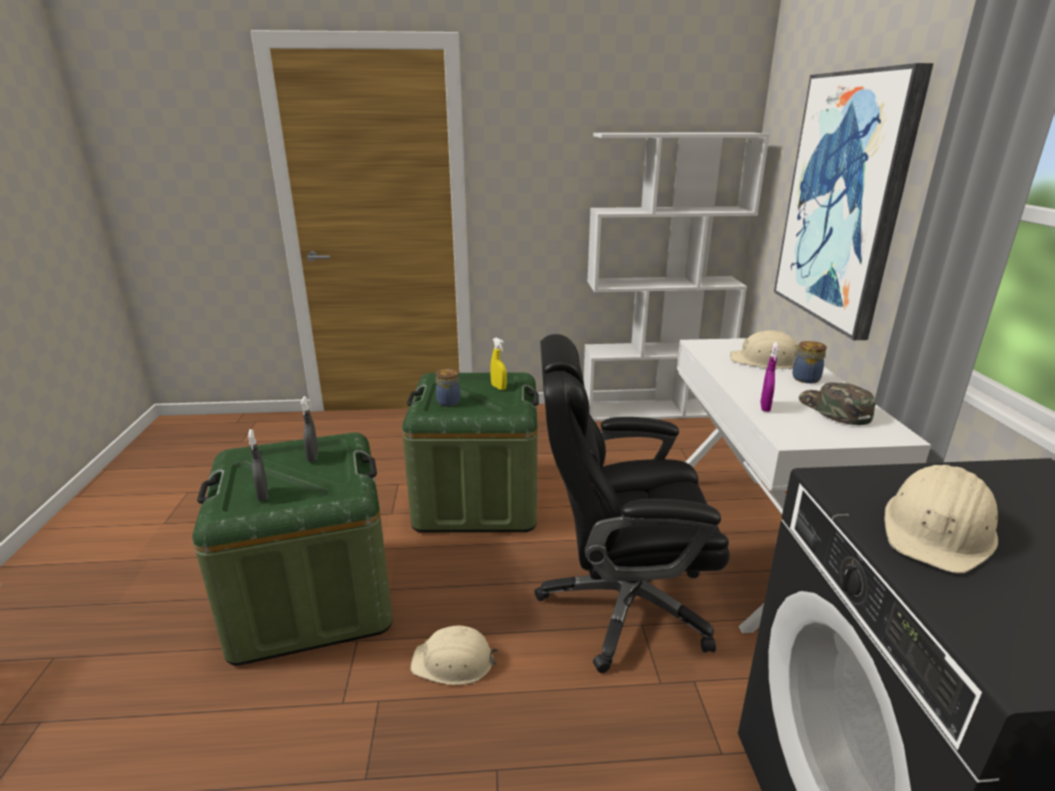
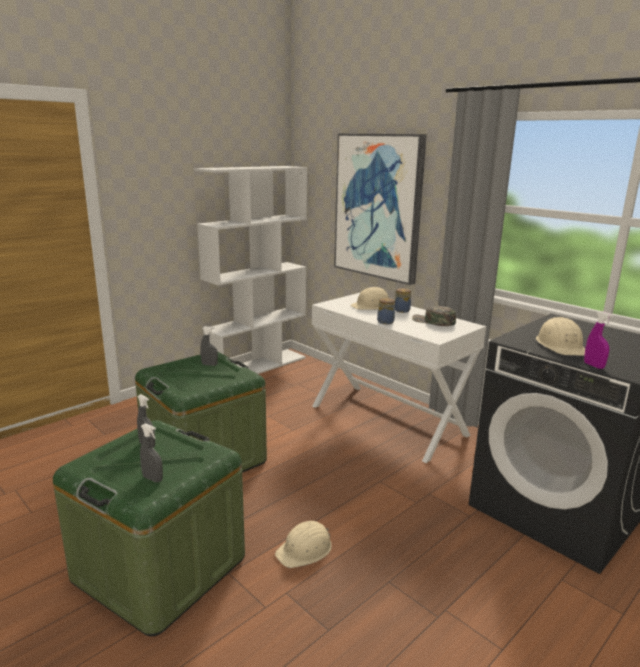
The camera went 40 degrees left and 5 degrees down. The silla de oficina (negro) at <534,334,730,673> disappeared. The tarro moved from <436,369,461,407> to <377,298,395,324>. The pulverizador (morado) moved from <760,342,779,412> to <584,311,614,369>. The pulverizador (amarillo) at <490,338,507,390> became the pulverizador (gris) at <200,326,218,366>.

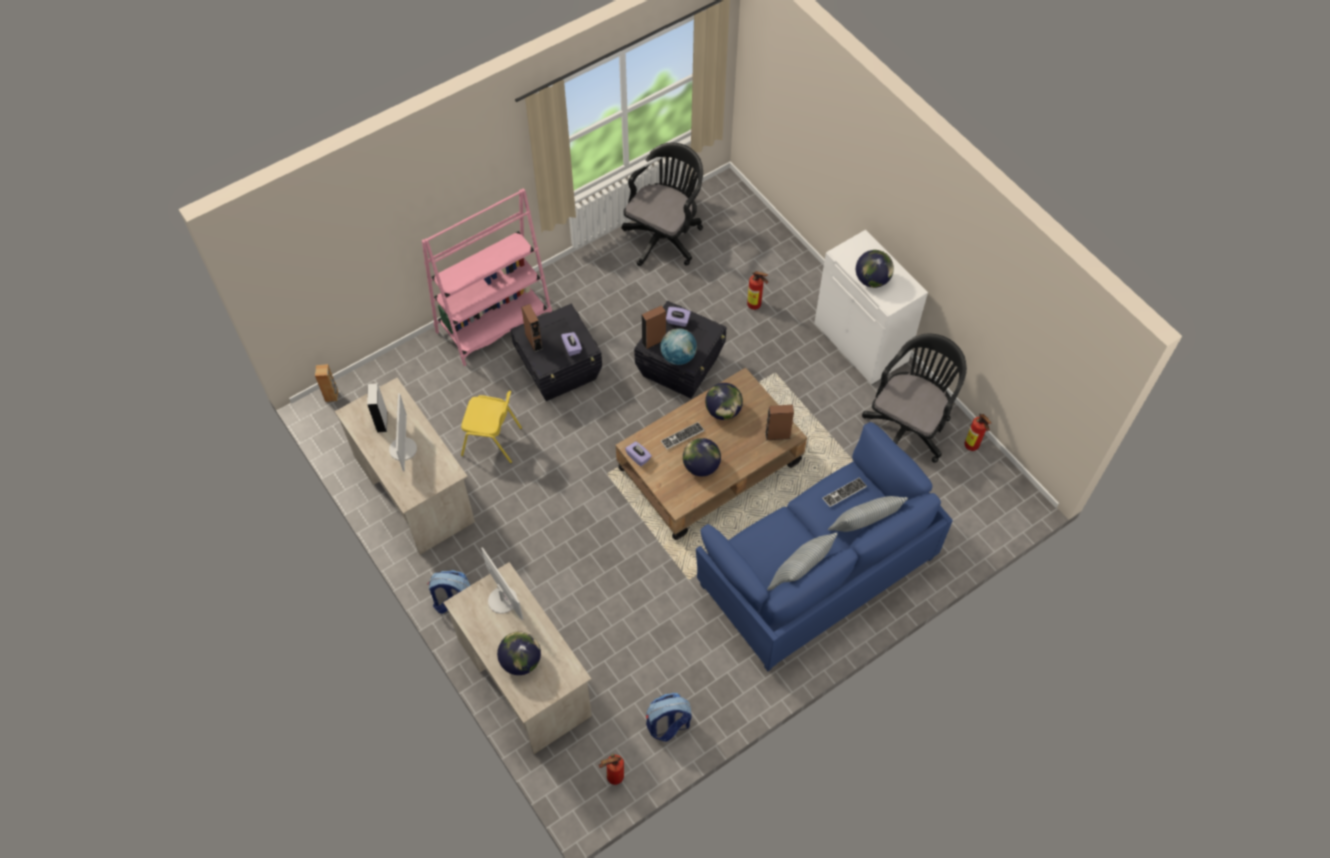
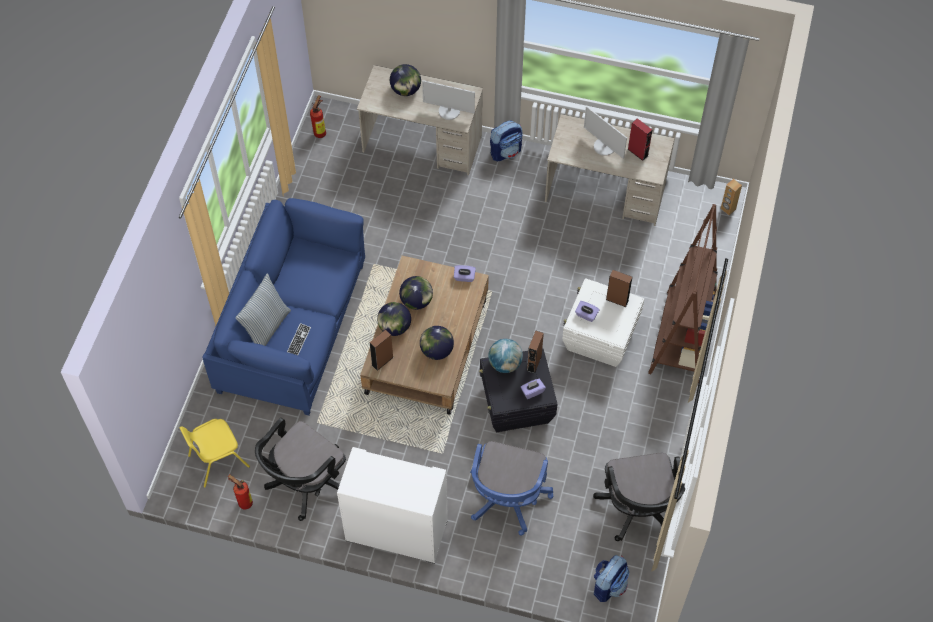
The camera went 140 degrees right and 0 degrees up. The teclado at <661,422,705,449> disappeared. The cojín at <767,533,838,591> disappeared. The silla (amarillo) moved from <461,391,522,463> to <179,419,250,488>. The mochila moved from <646,693,692,741> to <594,555,629,602>. The globo terráqueo moved from <856,250,894,288> to <377,302,411,336>. The extintor at <747,271,768,310> was replaced by the silla de oficina (azul) at <470,441,553,536>. The altavoz (gris) at <367,383,387,433> became the altavoz (rojo) at <628,118,652,161>. The estantería (rosa) at <422,188,552,366> became the estantería (marrón) at <648,204,718,383>. The caja de almacenaje (negro) at <510,304,602,401> became the caja de almacenaje (blanco) at <562,278,645,367>. The silla de oficina (negro) at <862,334,967,463> turned 45 degrees clockwise.

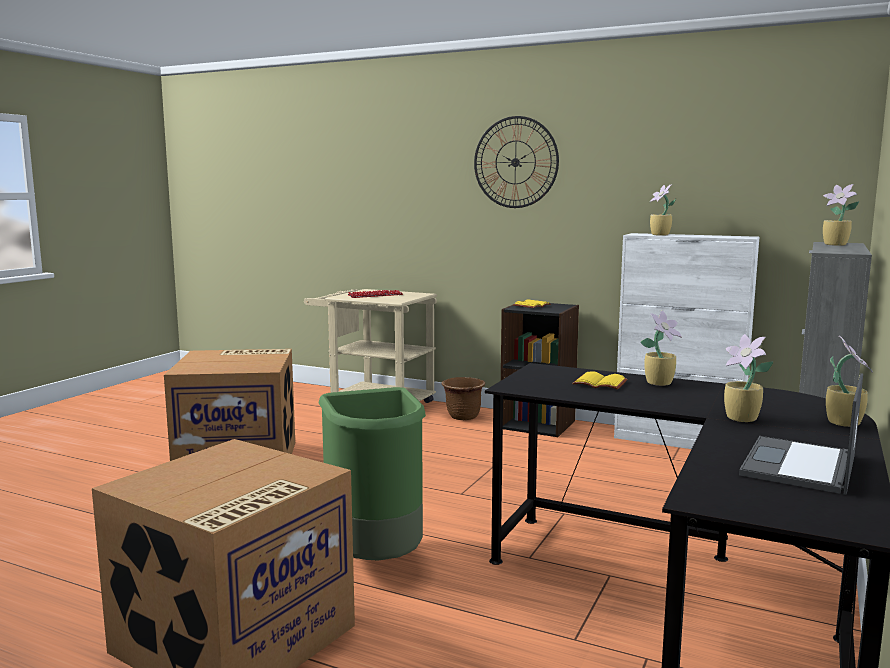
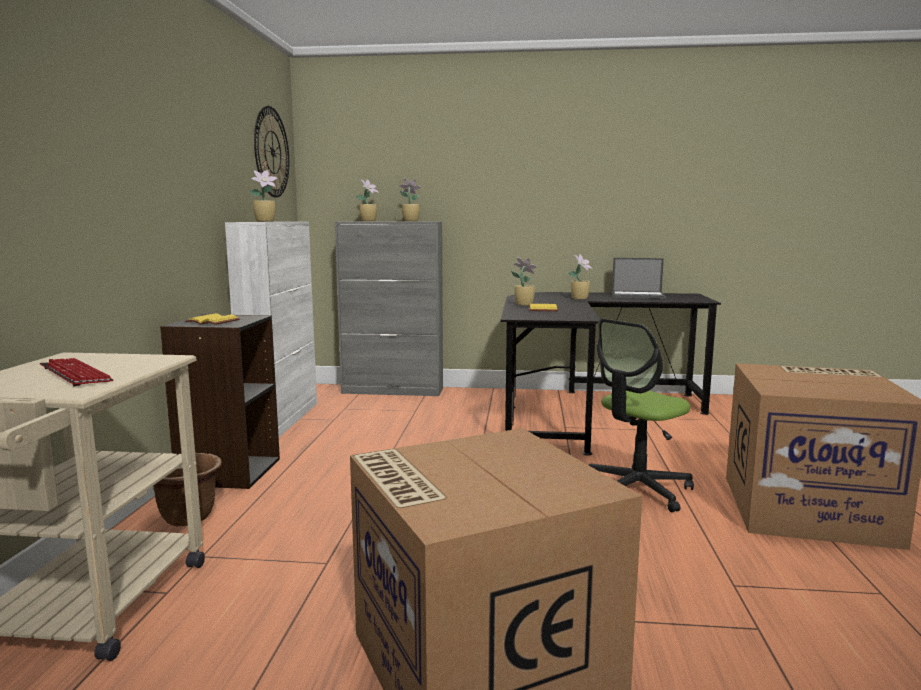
The camera went 110 degrees left and 0 degrees up. The reloj de pared moved from <474,116,559,208> to <254,106,289,198>. The planta en maceta moved from <826,336,873,427> to <399,179,421,221>. The papelera (verde) at <319,387,426,561> was replaced by the silla de oficina at <589,319,694,512>.

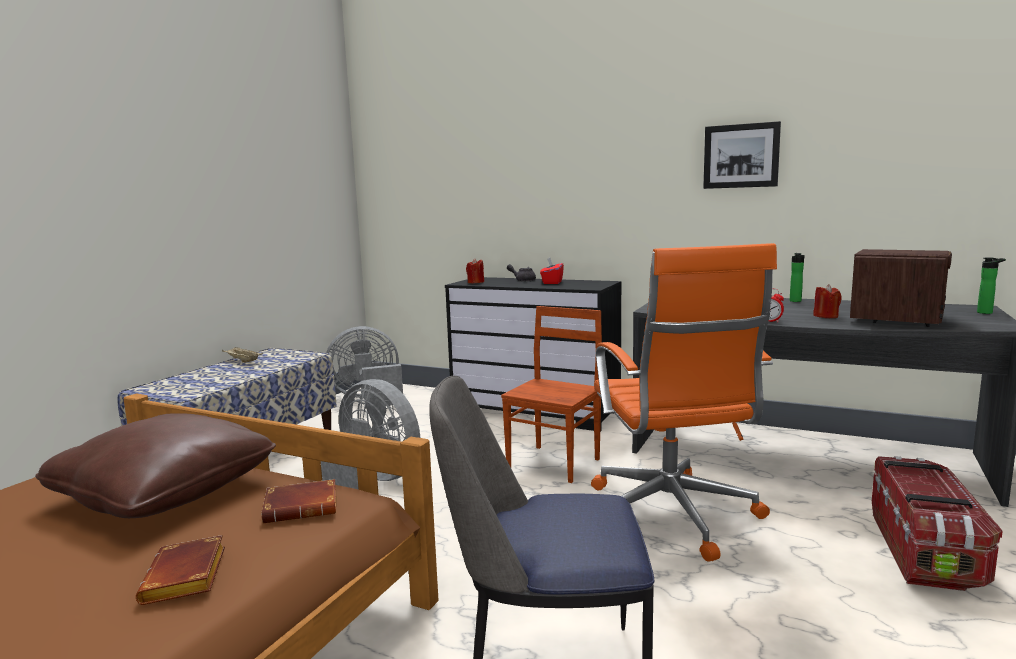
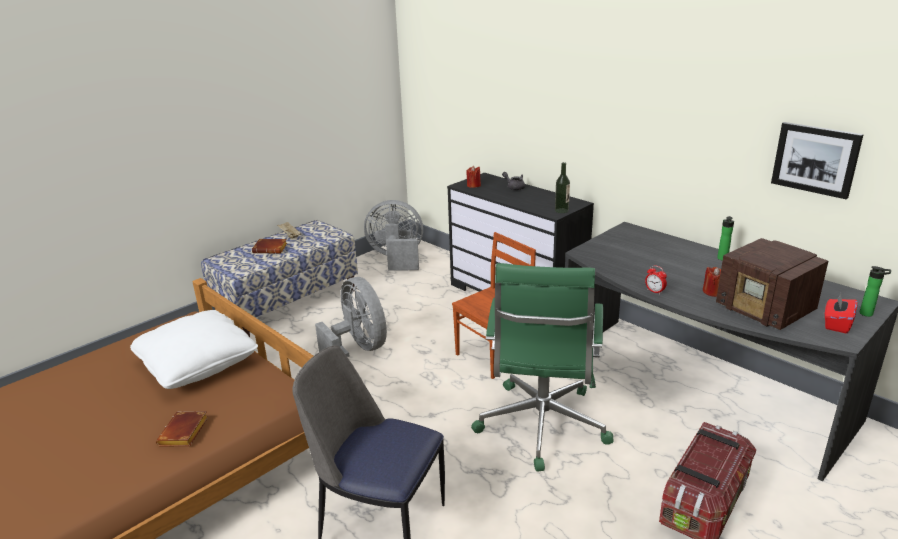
The camera went 20 degrees right and 15 degrees up. The botella at <555,162,570,213> appeared. The libro (marrón) moved from <262,479,336,523> to <252,239,287,254>. The caja de pañuelos (rojo) moved from <540,258,564,284> to <825,293,857,333>. The cuadro moved from <703,121,781,189> to <771,122,864,199>. The cojín (marrón) at <35,413,276,518> became the cojín (blanco) at <130,310,258,389>. The silla de oficina (naranja) at <591,243,777,562> became the silla de oficina (verde) at <471,263,613,472>. The radio at <850,249,952,327> turned 90 degrees clockwise.

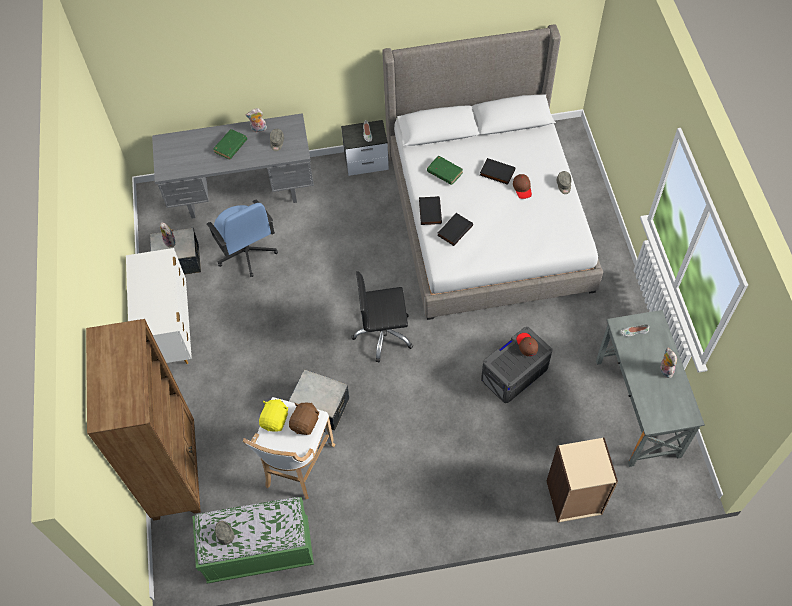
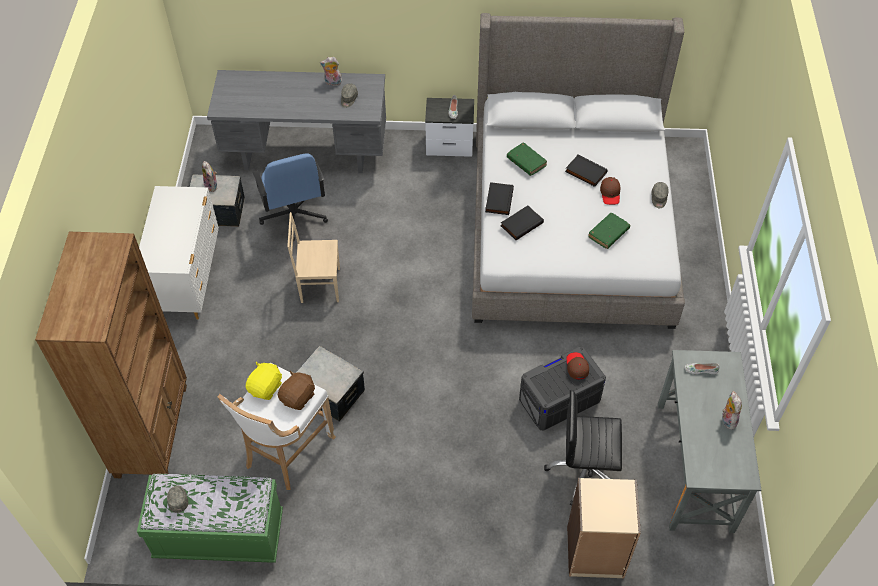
The camera went 10 degrees right and 5 degrees down. The silla (beis) at <287,212,340,303> appeared. The libro (verde) moved from <213,129,247,159> to <588,213,631,249>. The silla de oficina (negro) moved from <351,271,413,362> to <544,390,622,505>.

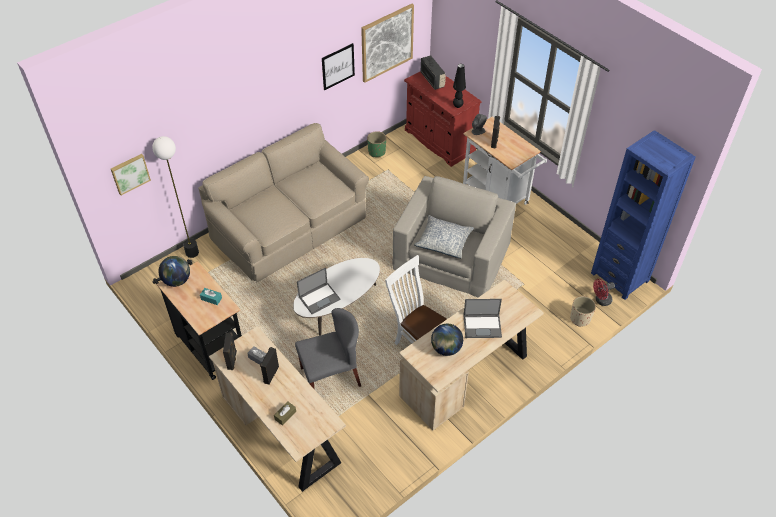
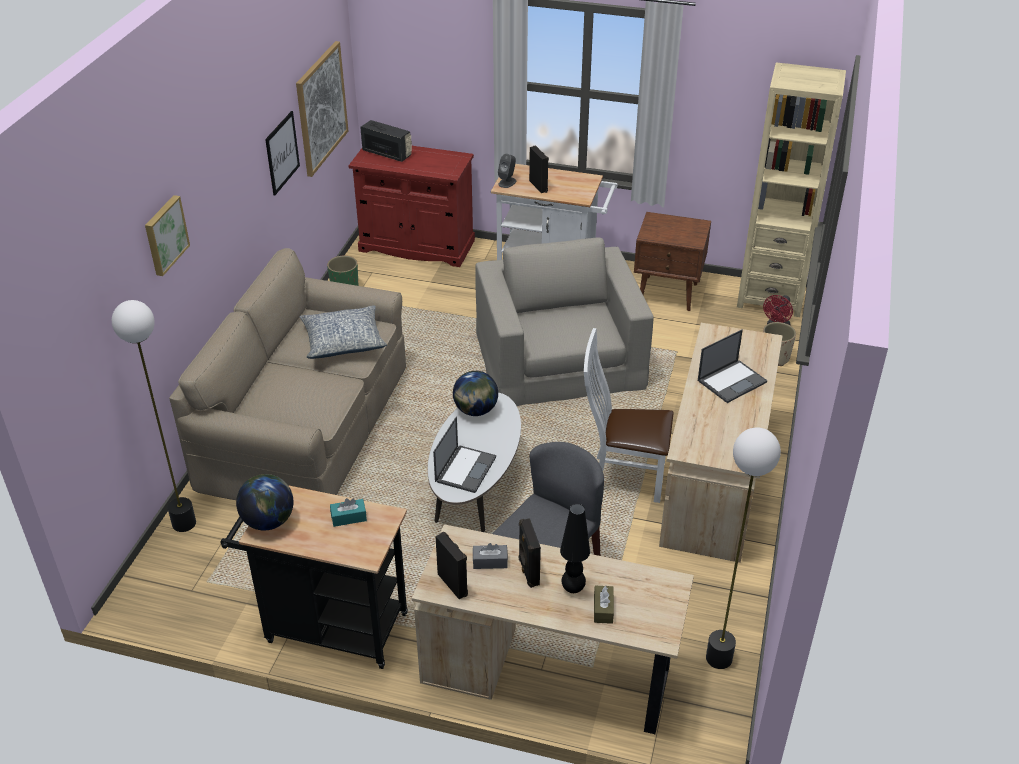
The camera went 35 degrees left and 10 degrees down. The mesita de noche (marrón) at <634,212,711,311> appeared. The lámpara de pie at <706,427,781,669> appeared. The cuadro moved from <111,154,151,195> to <145,195,190,276>. The cojín moved from <414,215,474,258> to <300,305,387,359>. The globo terráqueo moved from <431,324,463,356> to <453,371,498,416>. The lámpara de mesa (negro) moved from <453,64,466,108> to <560,504,590,593>. The estantería (azul) at <591,130,696,300> became the estantería (beis) at <737,62,846,317>.

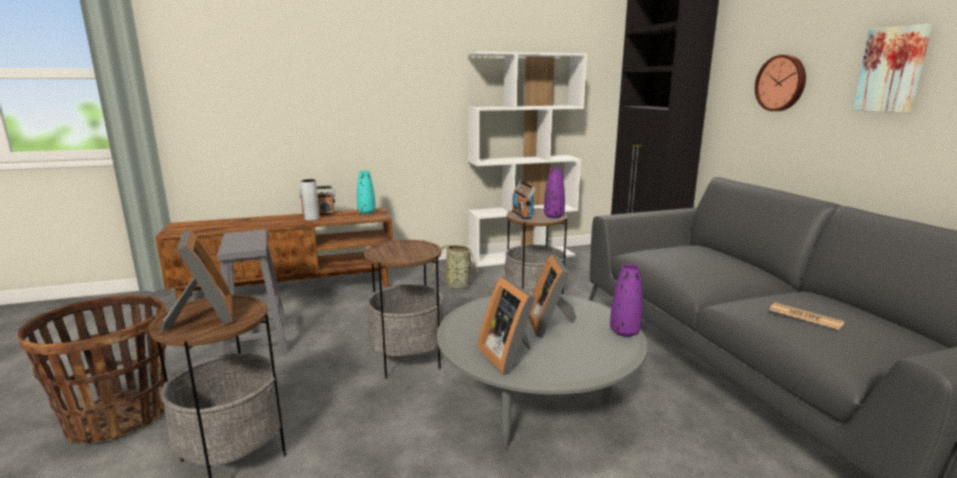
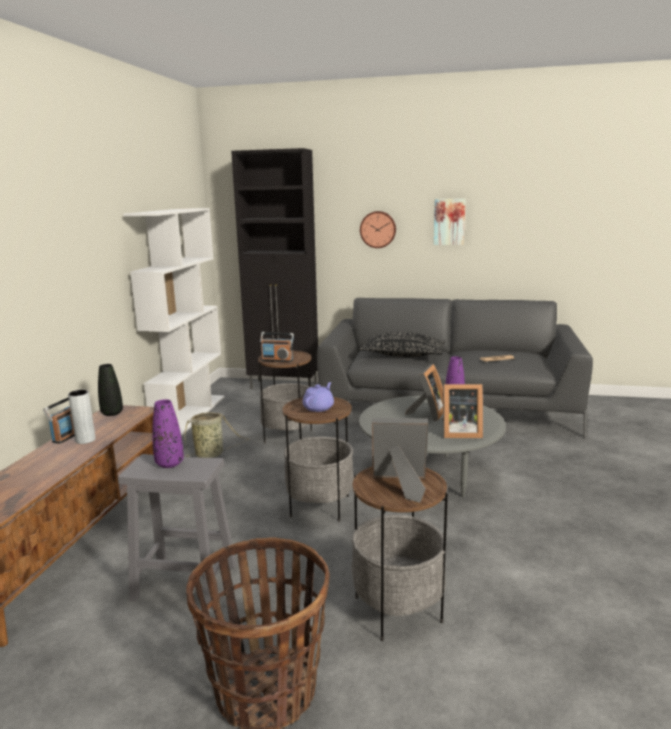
The camera went 60 degrees left and 0 degrees up. The tetera (morado) at <303,382,334,412> appeared. The cojín (negro) at <359,332,446,357> appeared. The florero (morado) moved from <544,168,565,218> to <152,399,184,468>. The florero (turquesa) at <357,171,376,214> became the florero (negro) at <98,364,123,416>. The portarretratos at <529,254,576,338> turned 90 degrees counterclockwise.

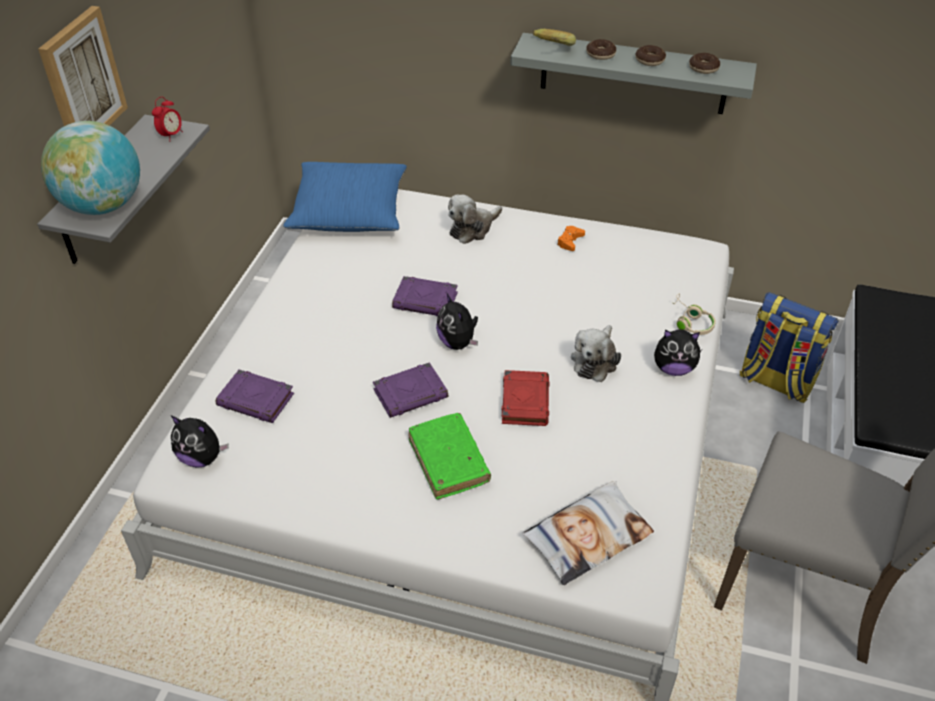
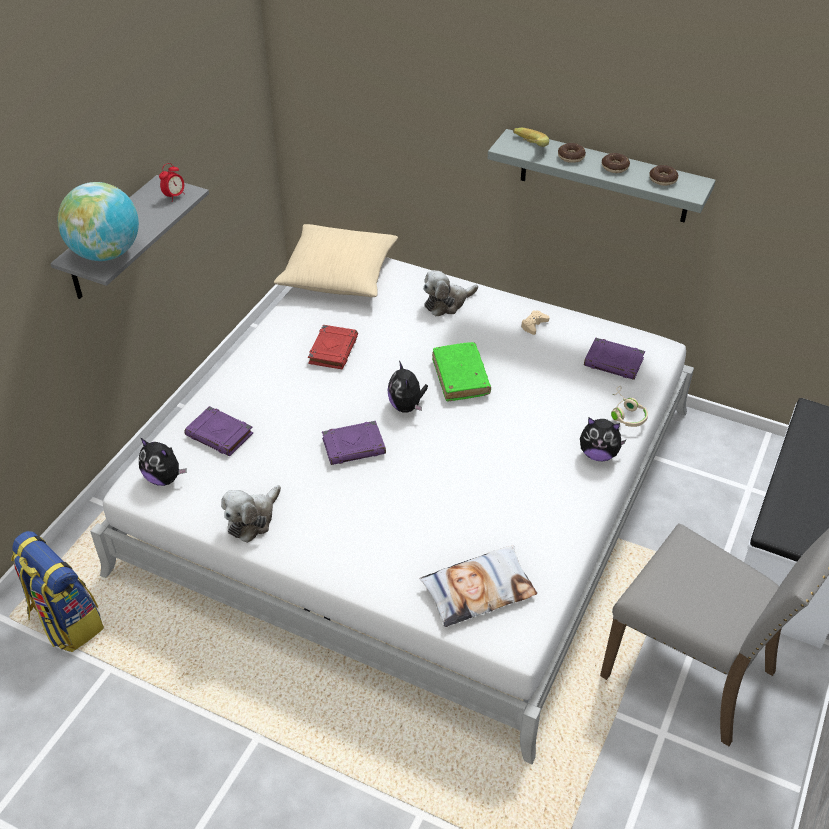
The camera went 10 degrees right and 0 degrees up. The cuadro at <38,6,128,126> disappeared. The libro (morado) moved from <392,276,458,316> to <584,338,645,380>. The libro (verde) moved from <408,413,491,500> to <432,342,491,402>. The libro (rojo) moved from <502,370,550,426> to <308,325,358,369>. The peluche moved from <571,325,621,382> to <221,485,281,543>. The mochila moved from <740,292,839,403> to <11,531,104,652>. The cojín (azul) at <283,162,407,232> became the cojín (beis) at <274,224,398,297>. The mando de consola (naranja) at <557,226,585,251> became the mando de consola (beis) at <521,310,549,335>.

